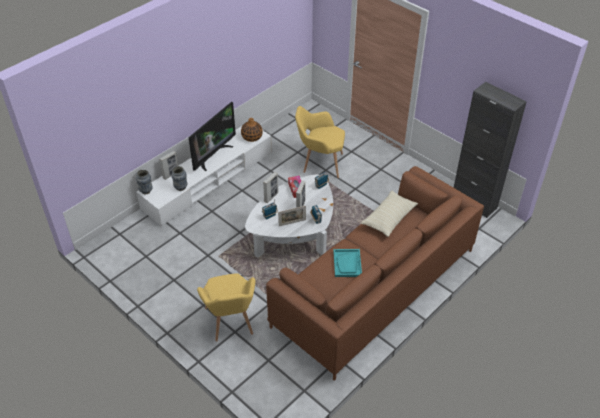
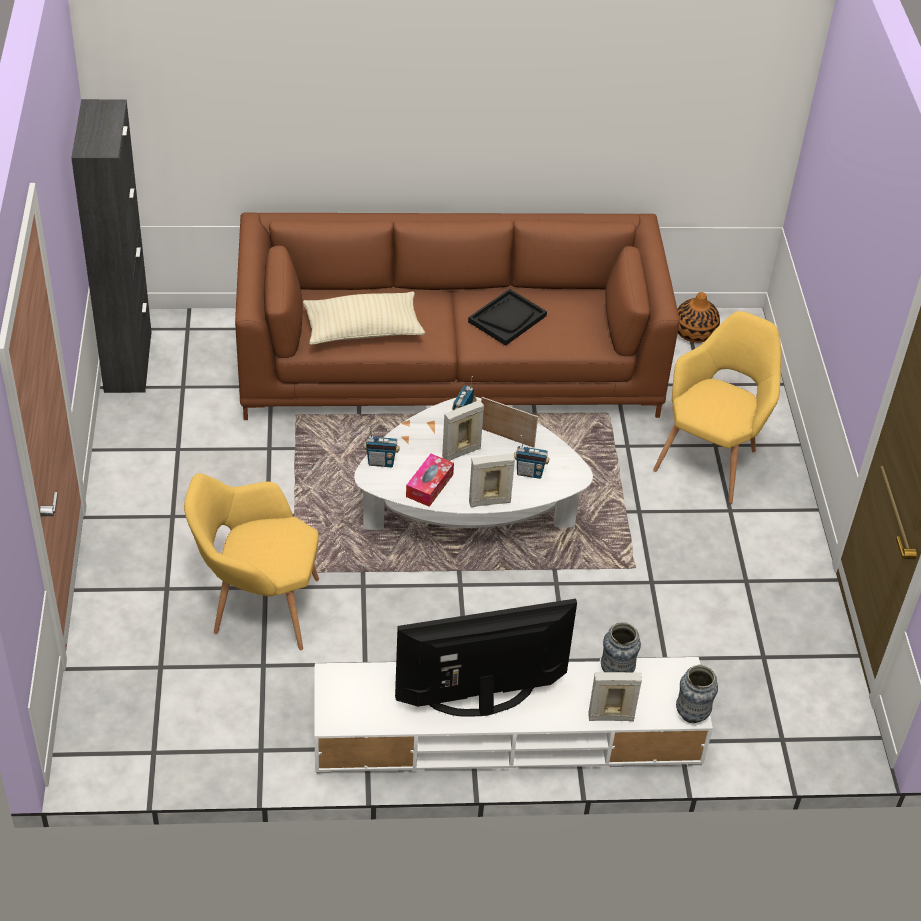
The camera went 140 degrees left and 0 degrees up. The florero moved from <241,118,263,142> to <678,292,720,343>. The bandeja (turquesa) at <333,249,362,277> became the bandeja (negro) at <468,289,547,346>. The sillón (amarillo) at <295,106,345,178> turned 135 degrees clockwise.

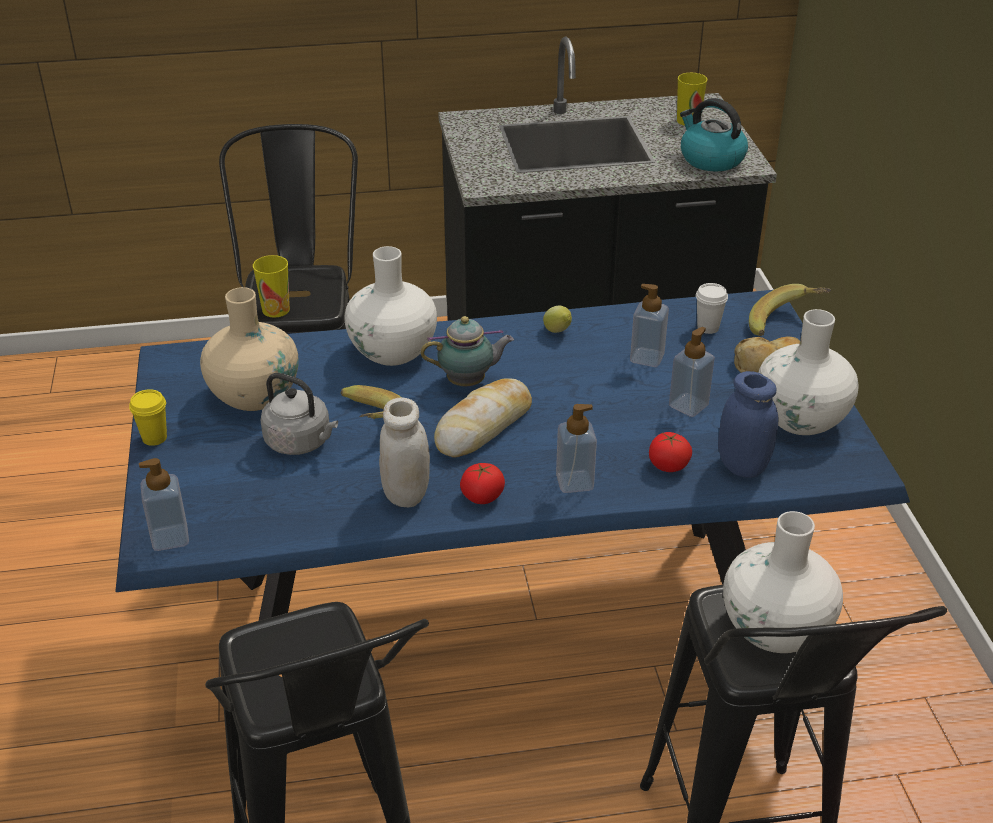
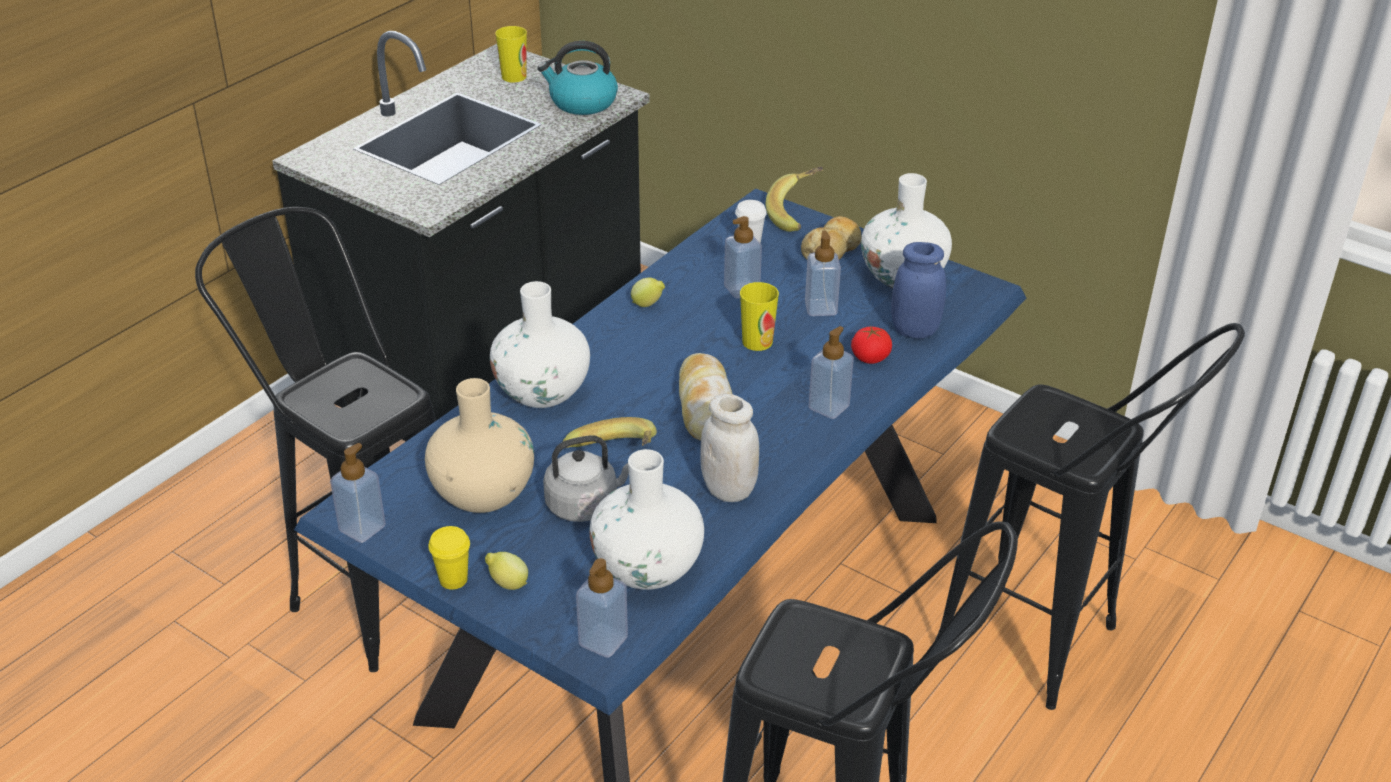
The camera went 45 degrees left and 0 degrees up. The tetera at <421,316,514,386> disappeared. The tomate at <460,463,505,504> disappeared. The dispensador de jabón at <330,443,386,543> appeared. The limón at <485,552,528,590> appeared. The taza moved from <253,255,290,318> to <740,282,779,351>. The florero (blanco) moved from <723,511,843,653> to <589,449,704,590>.

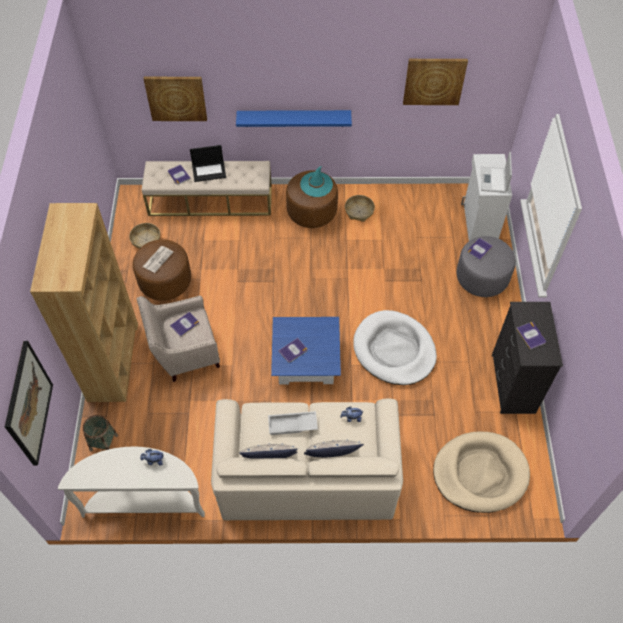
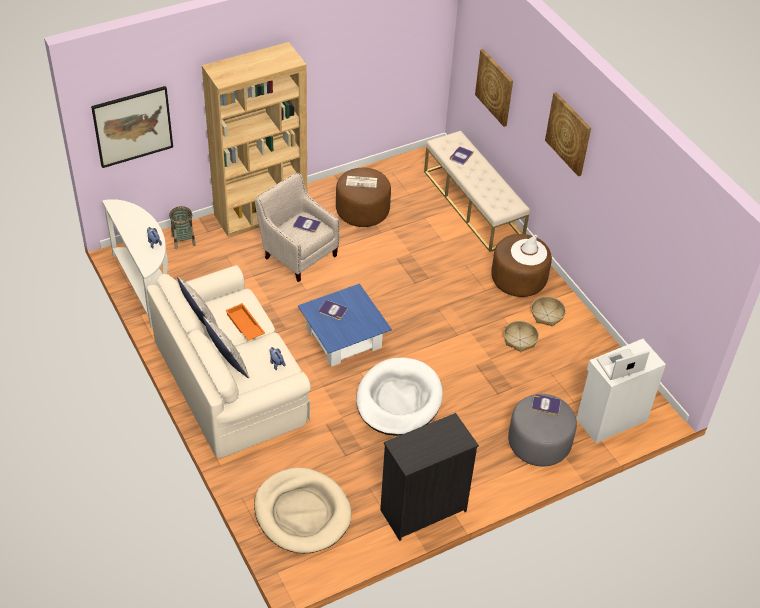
The camera went 60 degrees right and 10 degrees down. The portátil at <190,145,226,182> disappeared. The estante (azul) at <236,110,352,127> disappeared. The libro at <516,322,546,350> disappeared. The cesta moved from <129,223,160,249> to <504,321,539,352>. The cuadro moved from <403,59,468,105> to <545,92,591,176>. The bandeja (blanco) at <268,411,318,435> became the bandeja (naranja) at <225,303,265,341>. The sombrero (turquesa) at <300,166,333,197> became the sombrero (blanco) at <511,235,547,266>.

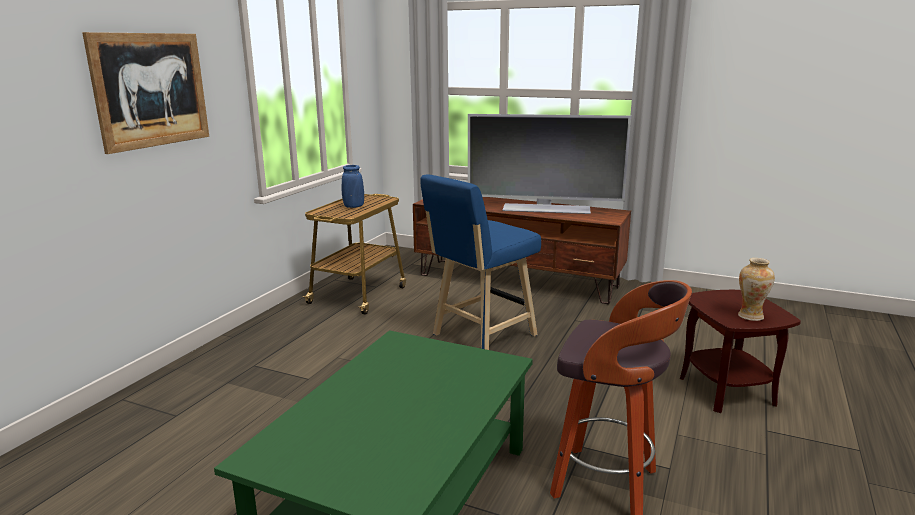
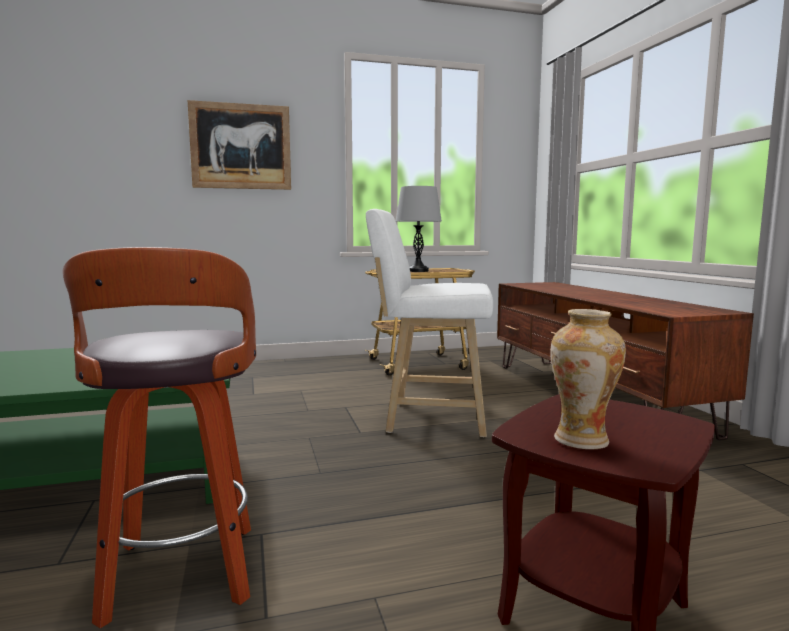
The camera went 50 degrees right and 10 degrees down. The televisor at <468,114,631,214> disappeared. The florero (azul) at <342,165,364,208> was replaced by the lámpara de mesa (gris) at <396,186,442,272>. The taburete (azul) at <420,175,541,350> became the taburete (blanco) at <366,209,493,437>.

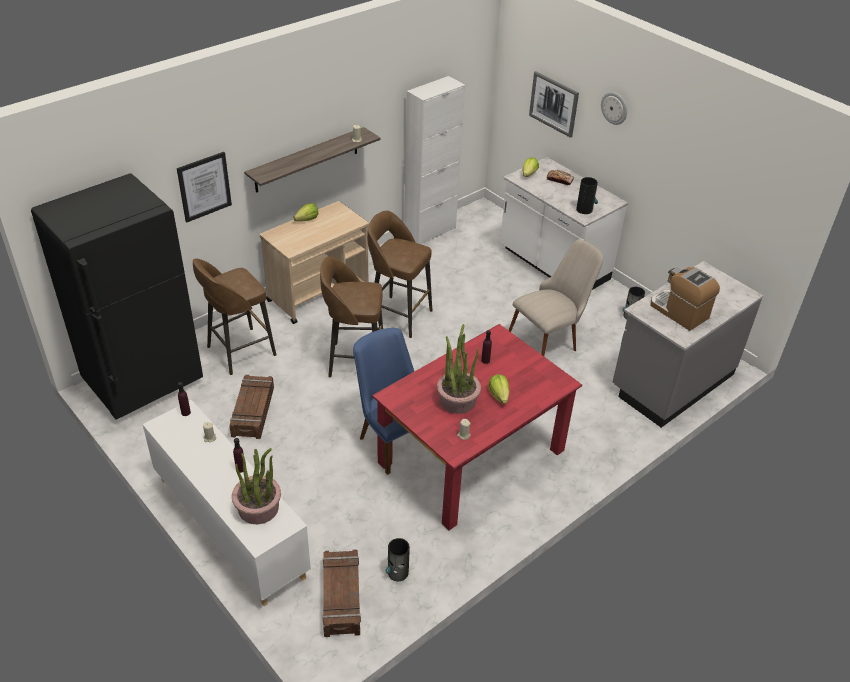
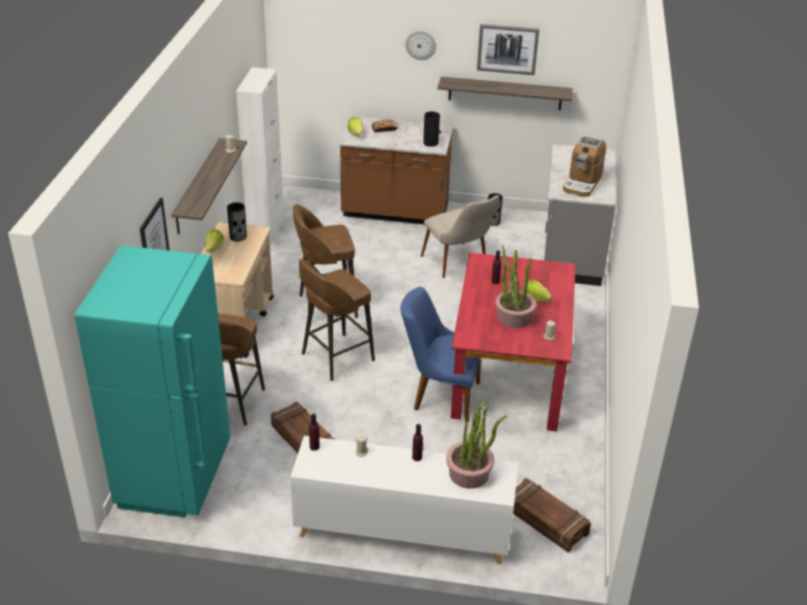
The camera went 40 degrees left and 5 degrees down. The estante at <437,77,573,110> appeared. The florero moved from <386,538,410,581> to <227,202,247,242>. The cuadro moved from <529,71,579,138> to <477,24,539,75>. The nevera (negro) at <31,173,203,420> became the nevera (turquesa) at <75,245,230,517>. The mueble bajo de cocina (blanco) at <500,157,628,290> became the mueble bajo de cocina (marrón) at <339,116,453,224>. The silla (beis) at <508,239,603,356> turned 135 degrees clockwise. The cafetera at <650,267,720,331> turned 75 degrees counterclockwise.

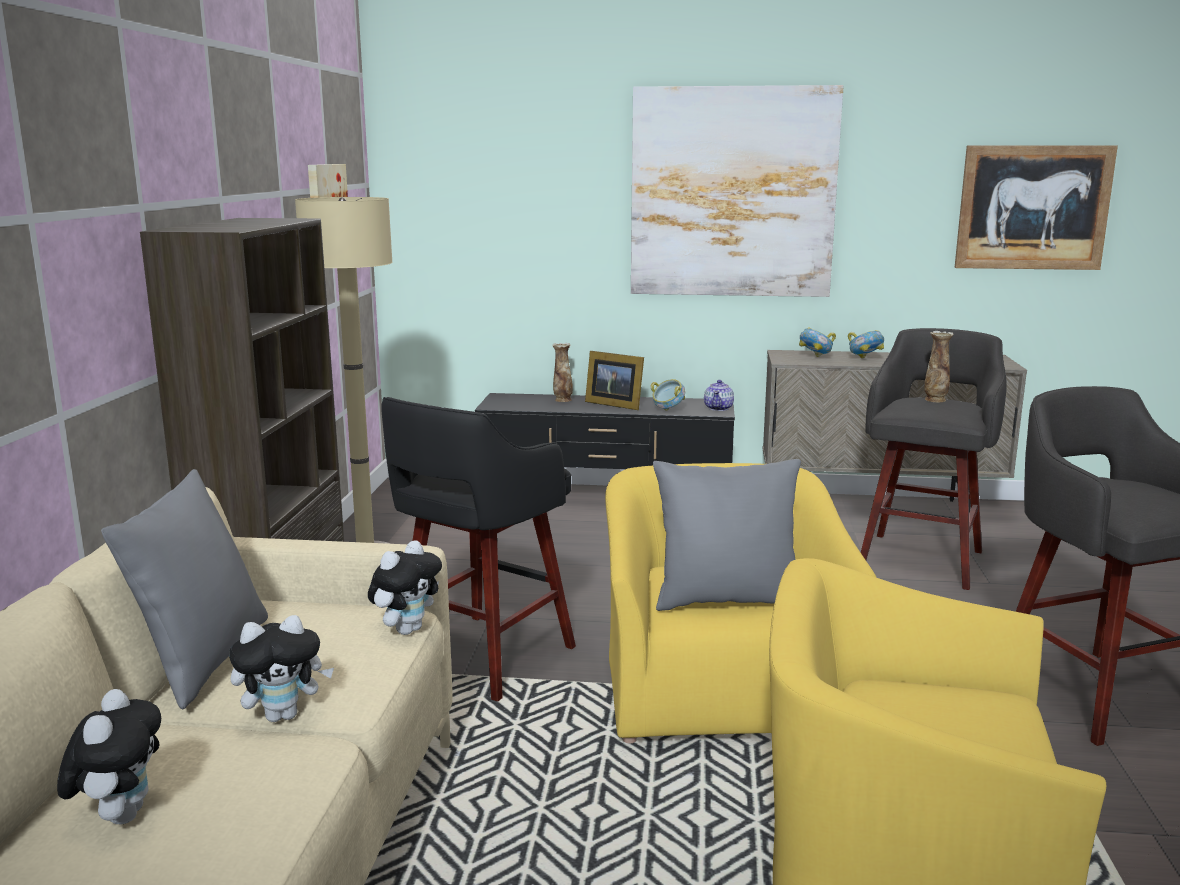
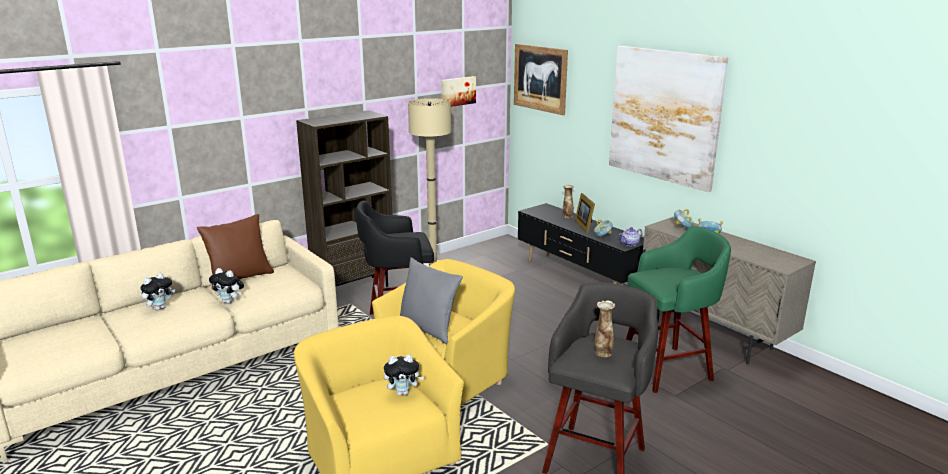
The camera went 45 degrees right and 5 degrees up. The peluche moved from <368,540,442,635> to <384,355,424,396>. The florero moved from <924,331,953,402> to <595,301,615,357>. The cuadro moved from <955,145,1118,270> to <514,44,568,115>. The cojín (gris) at <101,469,268,710> became the cojín (marrón) at <197,214,274,290>. The taburete (gris) at <861,328,1007,590> became the taburete (verde) at <626,226,731,393>.

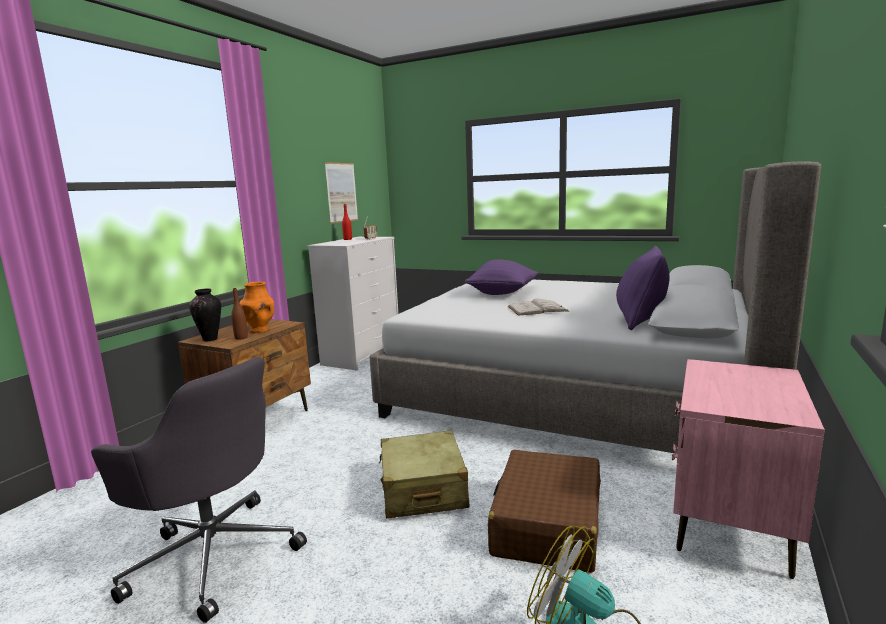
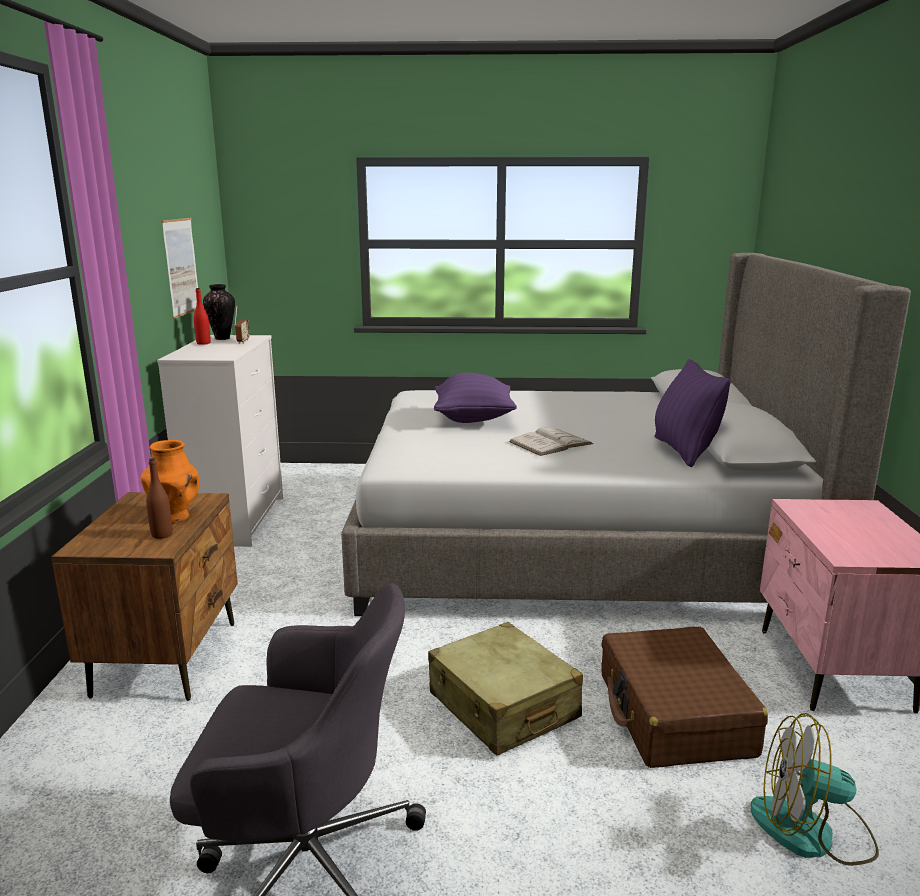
The camera went 25 degrees left and 5 degrees up. The florero moved from <189,289,221,341> to <203,284,235,340>.

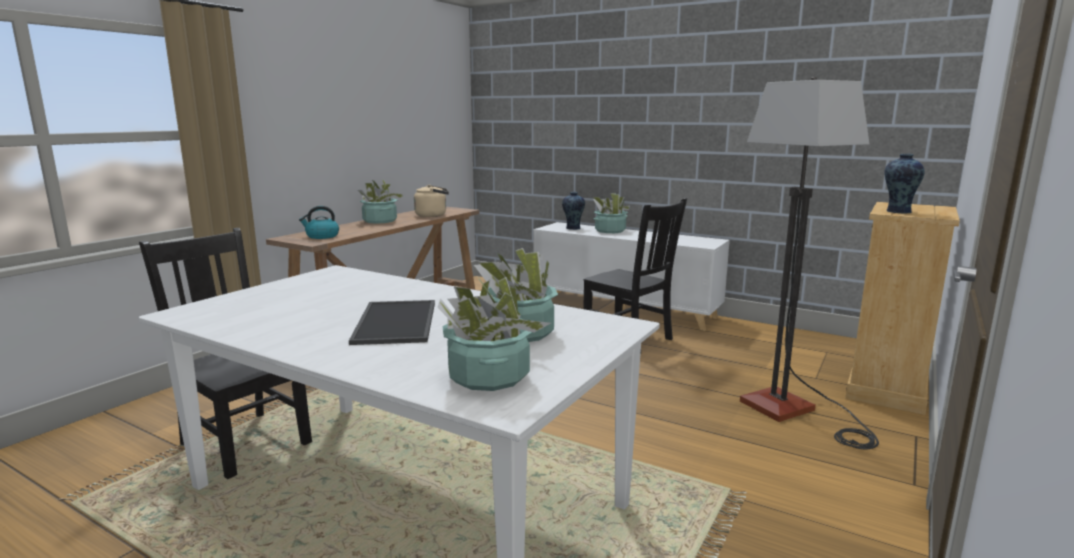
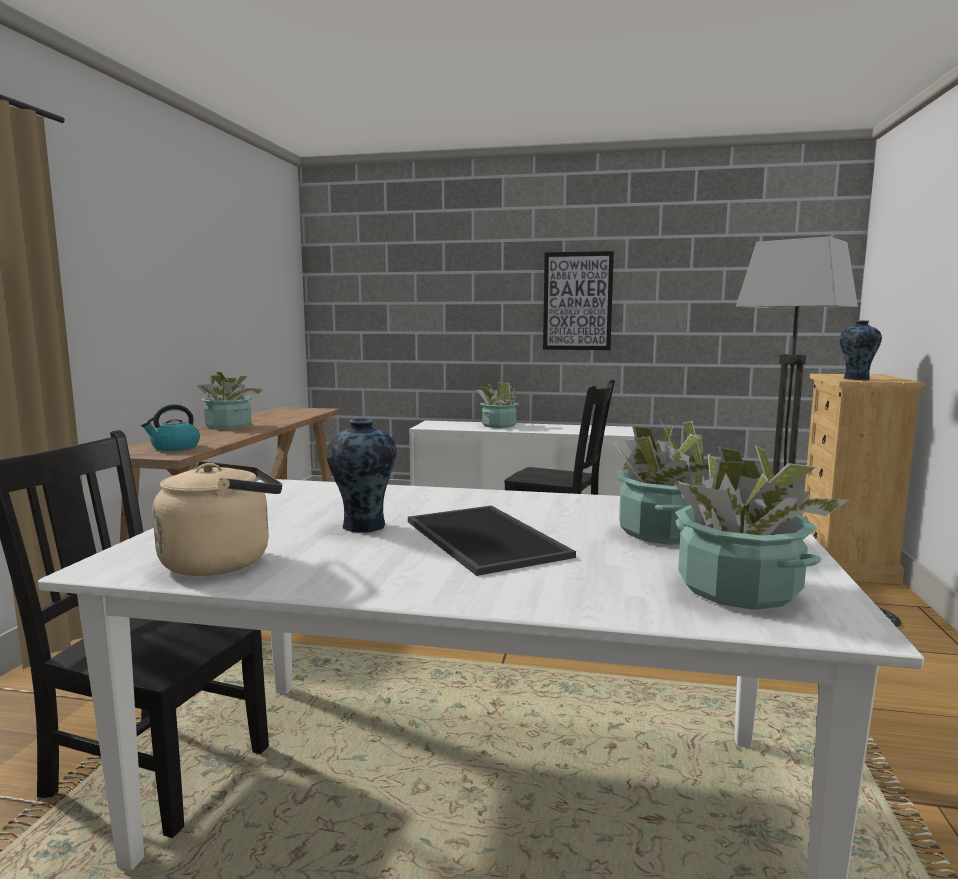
The camera went 20 degrees left and 5 degrees down. The cuadro at <543,251,614,350> appeared. The hervidor (beis) moved from <414,185,449,217> to <152,461,282,576>. The florero moved from <562,192,585,230> to <326,418,396,533>.

